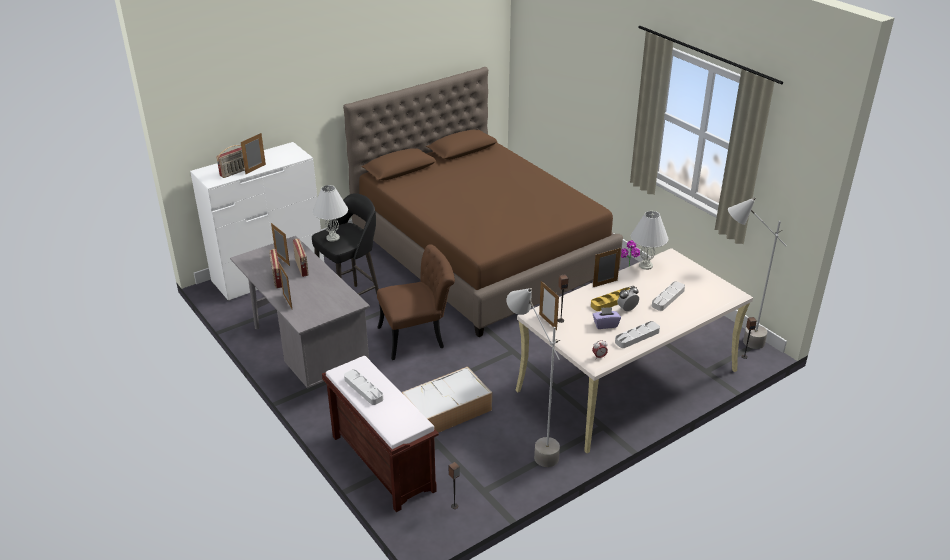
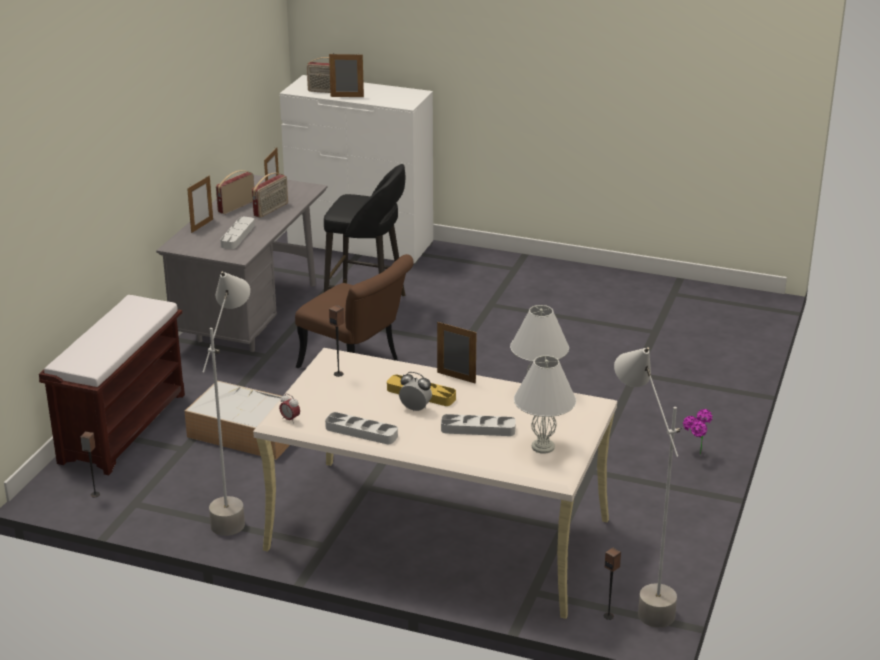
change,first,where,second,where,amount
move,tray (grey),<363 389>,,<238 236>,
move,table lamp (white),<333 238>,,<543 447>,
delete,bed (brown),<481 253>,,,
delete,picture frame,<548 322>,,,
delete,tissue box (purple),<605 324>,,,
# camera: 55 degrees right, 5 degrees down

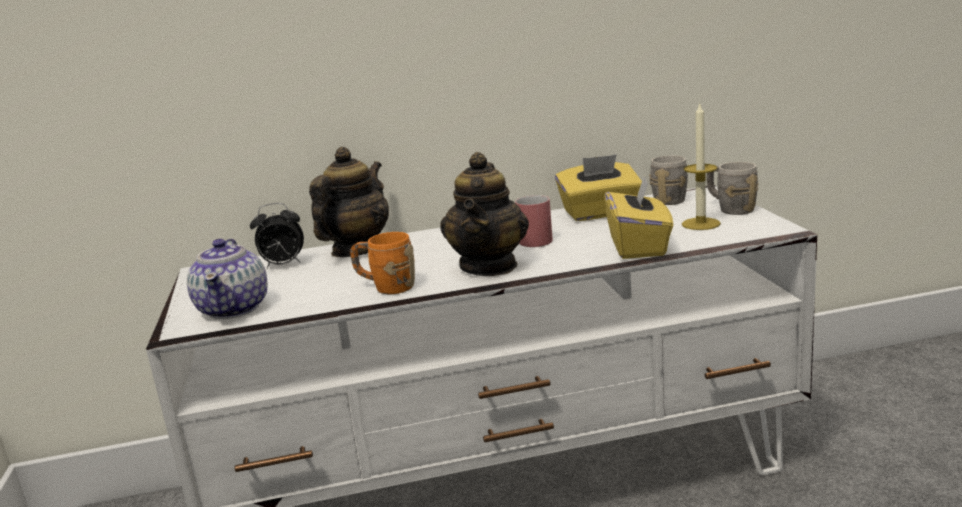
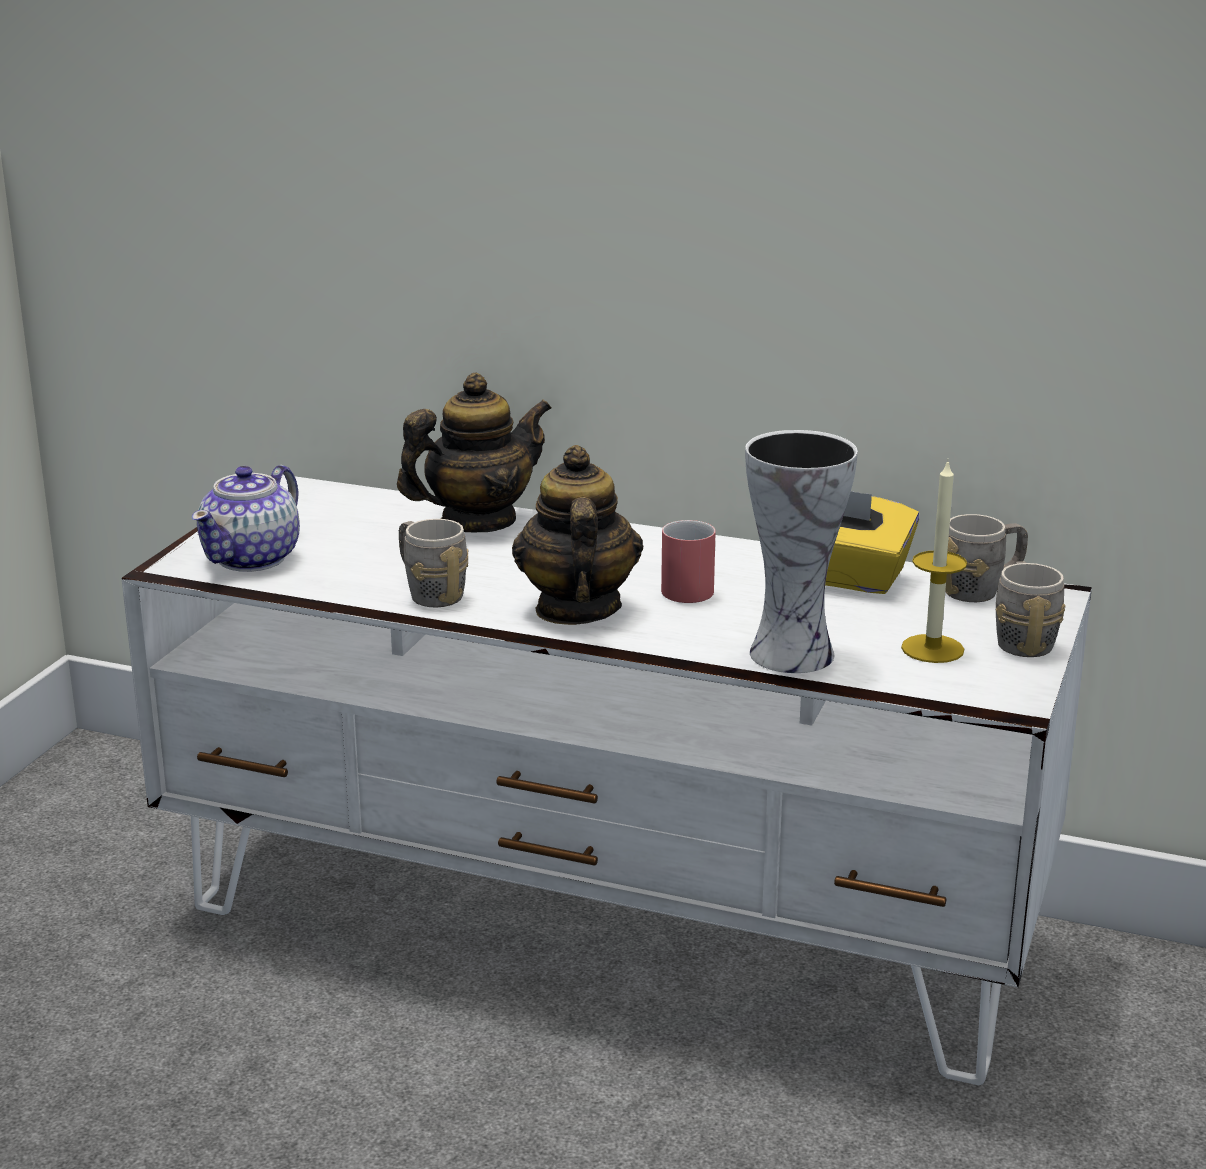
change,first,where,second,where,amount
recolor,mug (orange),<386 287>,mug (grey),<429 593>,
rotate,teapot,<489 266>,,<576 609>,135 degrees clockwise
replace,tissue box (yellow),<639 246>,vase,<790 652>,
delete,alarm clock,<283 265>,,,
# camera: 30 degrees right, 5 degrees up

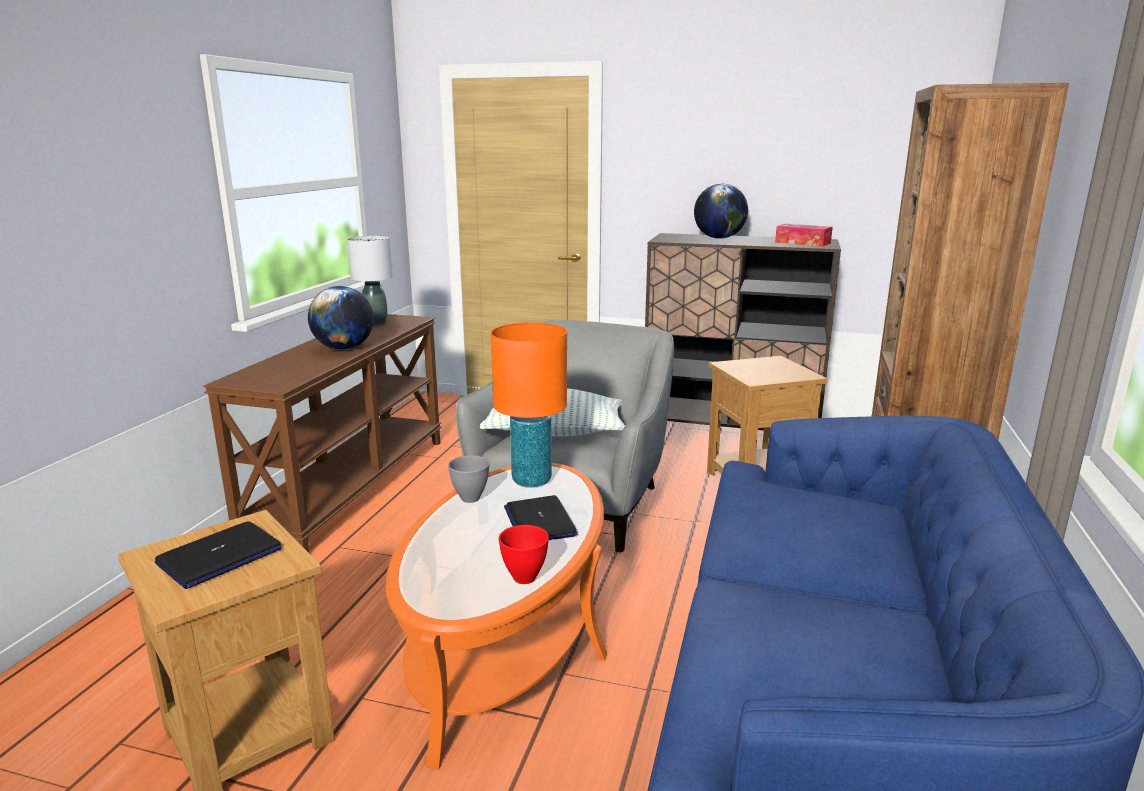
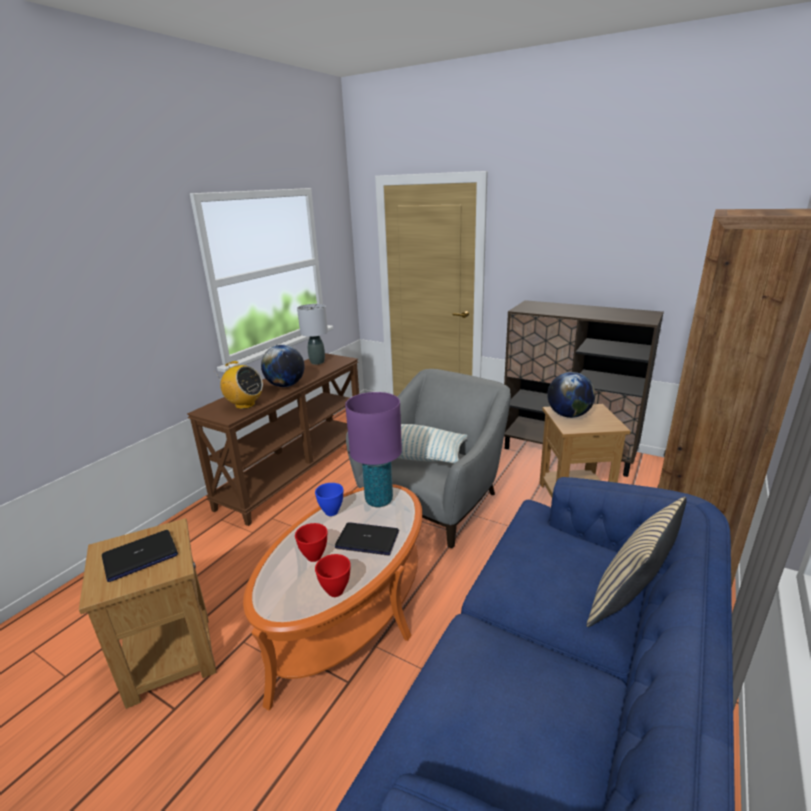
change,first,where,second,where,amount
insert,,,radio,<244 405>,
insert,,,bowl (red),<313 557>,
recolor,bowl (grey),<470 498>,bowl (blue),<331 512>,
rotate,laptop,<539 521>,,<368 539>,105 degrees clockwise
recolor,table lamp (orange),<531 480>,table lamp (purple),<379 500>,
move,globe,<719 238>,,<568 415>,
insert,,,pillow (beige),<629 601>,
delete,tissue box,<802 243>,,,
# camera: 15 degrees right, 5 degrees up

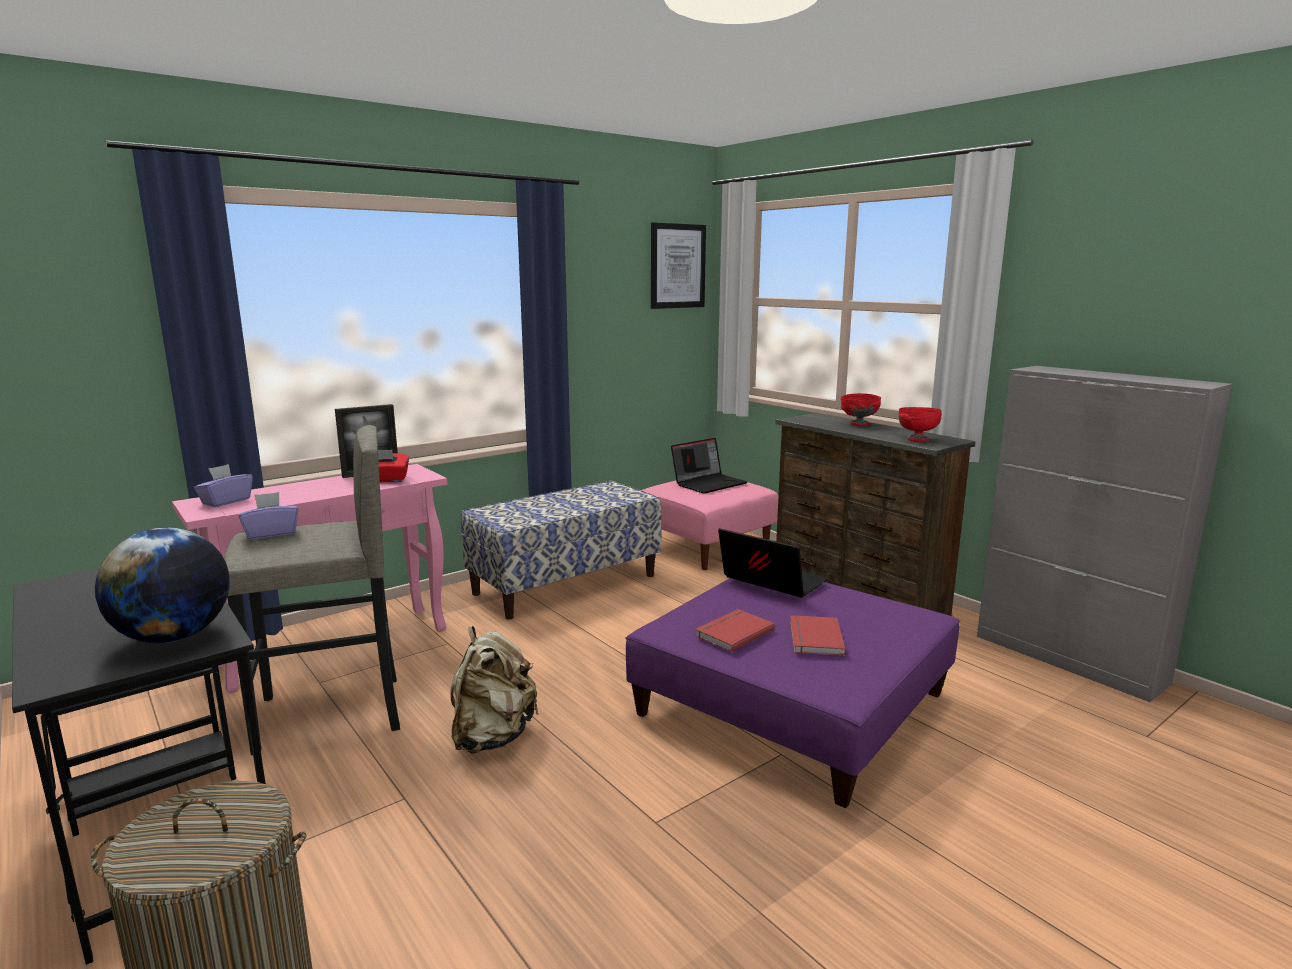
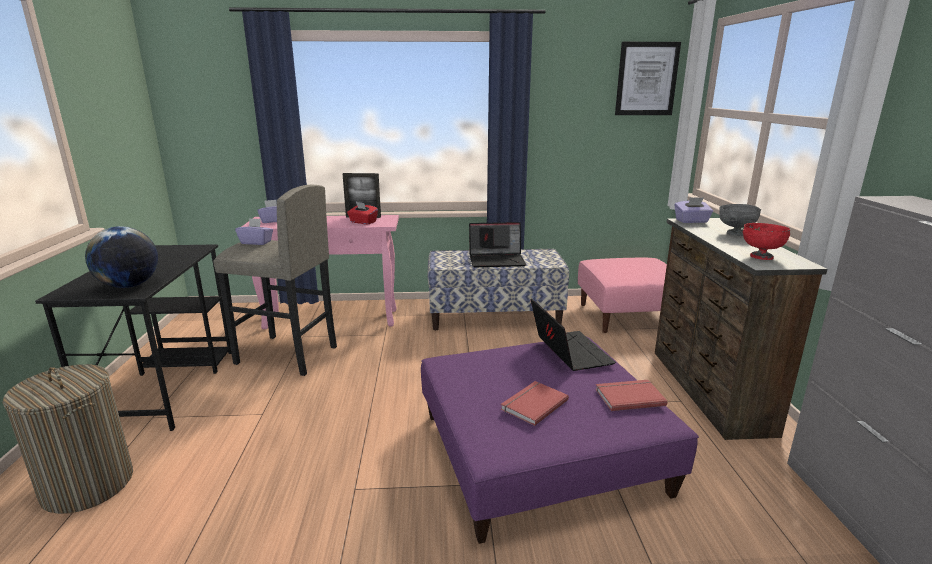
change,first,where,second,where,amount
move,laptop,<709 483>,,<497 260>,
move,book (red),<732 632>,,<628 396>,
insert,,,tissue box (purple),<691 221>,
recolor,bowl (red),<859 424>,bowl (grey),<735 233>,
delete,backpack (beige),<493 737>,,,
# camera: 35 degrees right, 5 degrees up

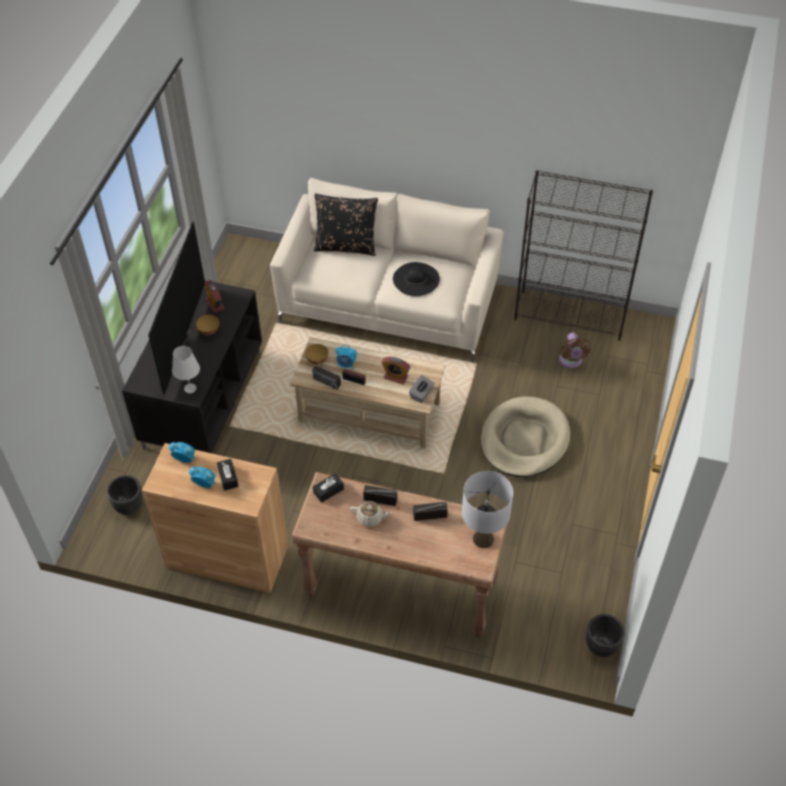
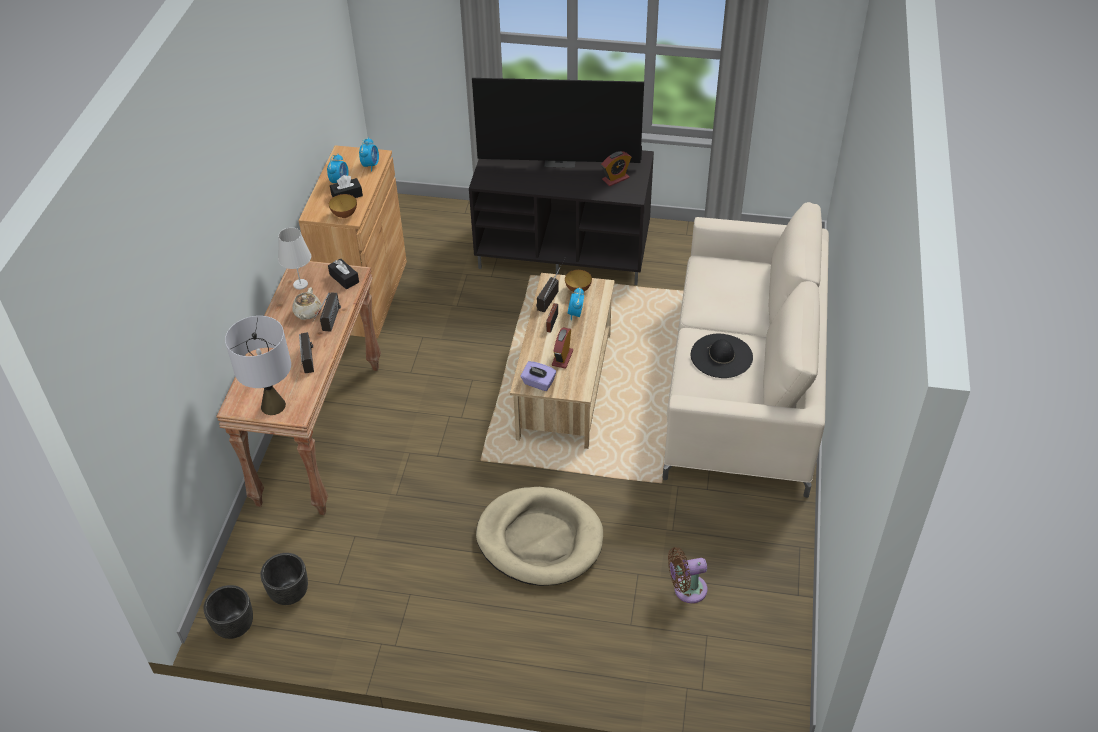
change,first,where,second,where,amount
move,planter (black),<128 506>,,<289 593>,
move,table lamp (white),<190 388>,,<300 284>,
move,bowl,<209 331>,,<344 215>,
recolor,tissue box (grey),<421 394>,tissue box (purple),<538 383>,
delete,pillow (black),<346 246>,,,
delete,bookcase (black),<571 315>,,,
# camera: 85 degrees right, 5 degrees down

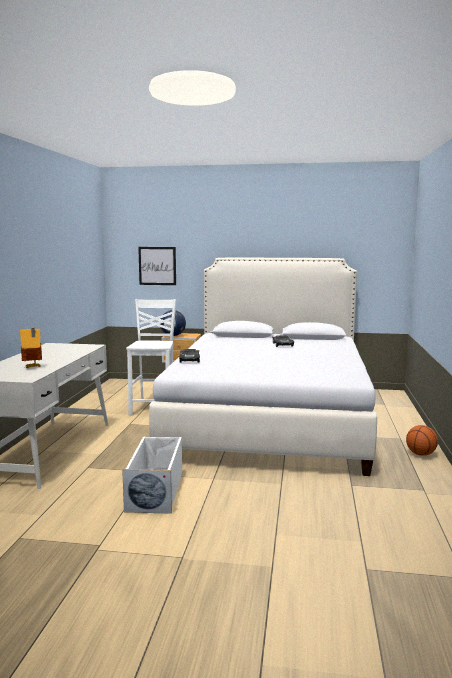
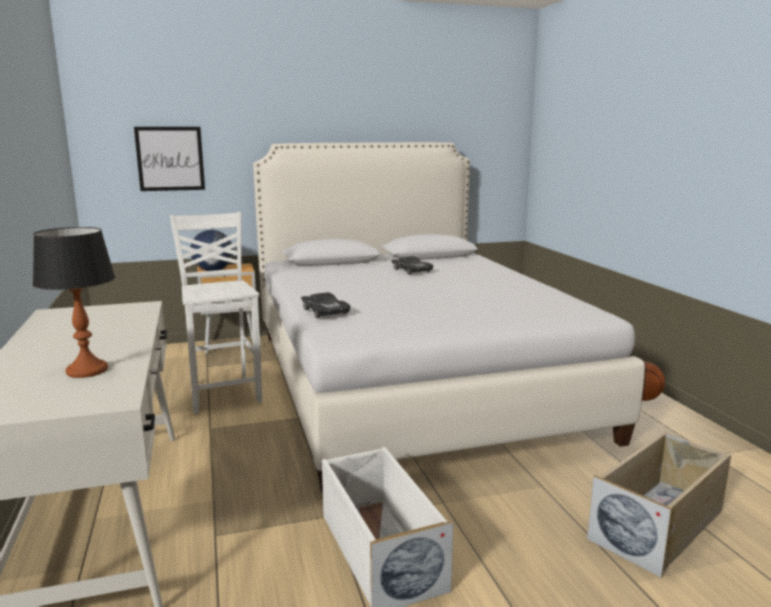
change,first,where,second,where,amount
replace,toy house,<33 367>,table lamp,<87 370>,
insert,,,storage box (beige),<658 525>,
# camera: 25 degrees left, 5 degrees up

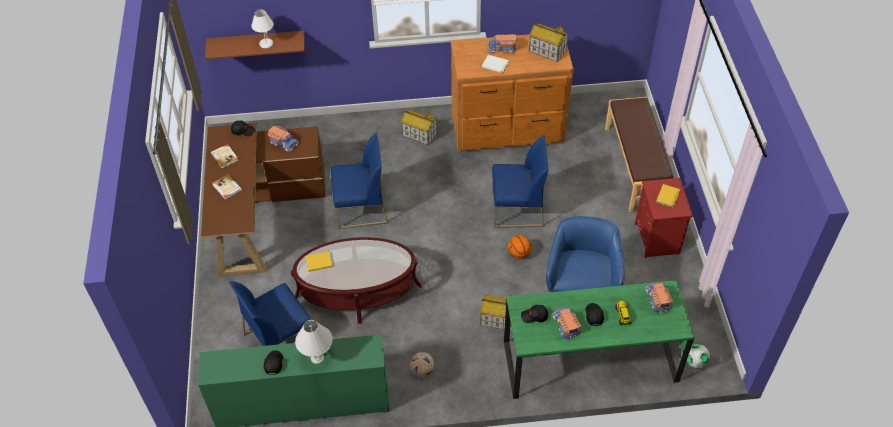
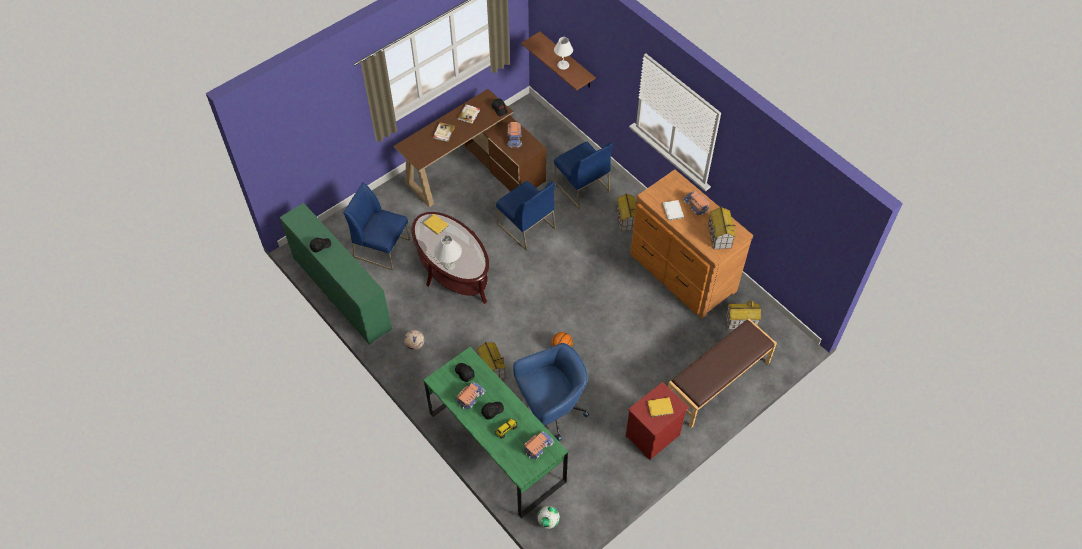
change,first,where,second,where,amount
move,table lamp (white),<317 358>,,<449 265>,
move,chair (blue),<517 209>,,<581 186>,
insert,,,toy house,<741 322>,
# camera: 55 degrees right, 5 degrees up

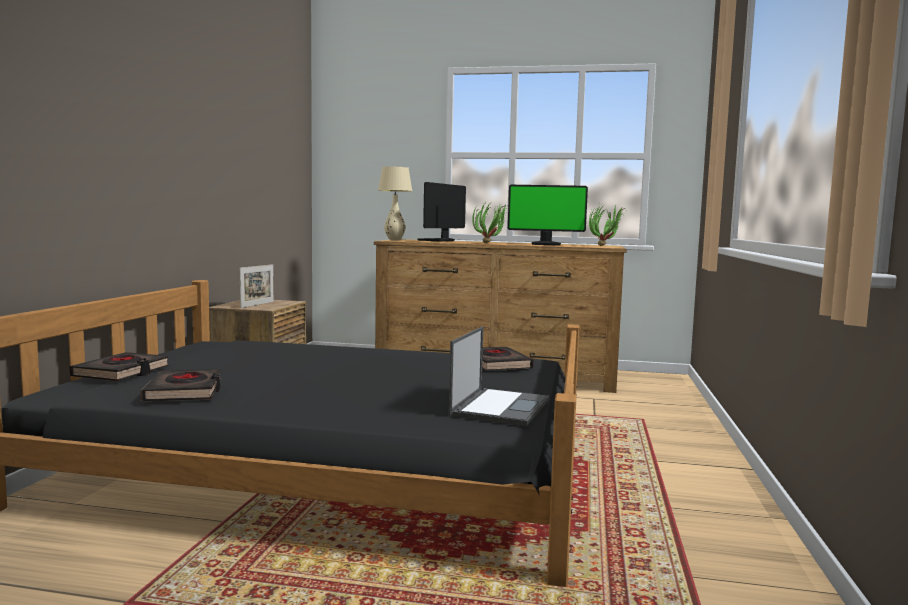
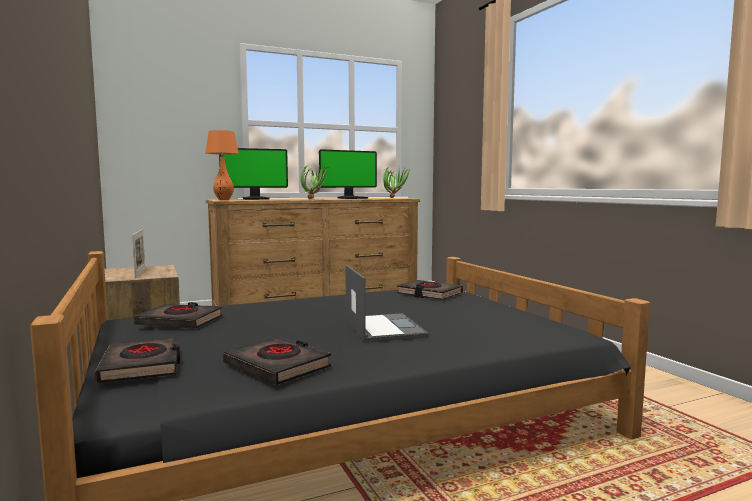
change,first,where,second,where,amount
insert,,,book (black),<180 321>,
recolor,table lamp (beige),<394 240>,table lamp (orange),<224 200>,
rotate,monitor,<437 240>,,<256 199>,105 degrees counterclockwise
move,laptop,<500 407>,,<383 328>,
# camera: 35 degrees left, 0 degrees up

